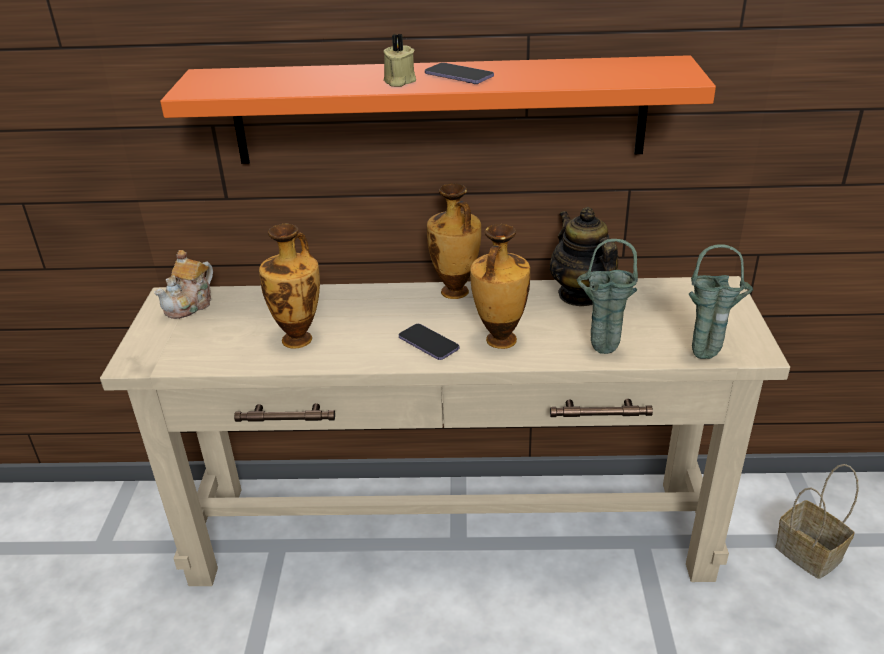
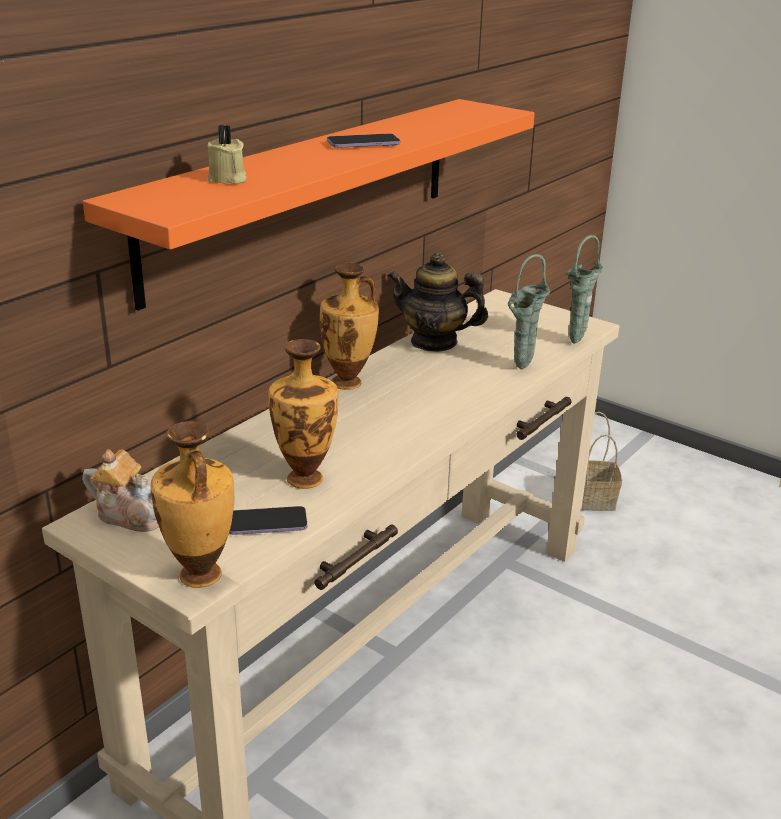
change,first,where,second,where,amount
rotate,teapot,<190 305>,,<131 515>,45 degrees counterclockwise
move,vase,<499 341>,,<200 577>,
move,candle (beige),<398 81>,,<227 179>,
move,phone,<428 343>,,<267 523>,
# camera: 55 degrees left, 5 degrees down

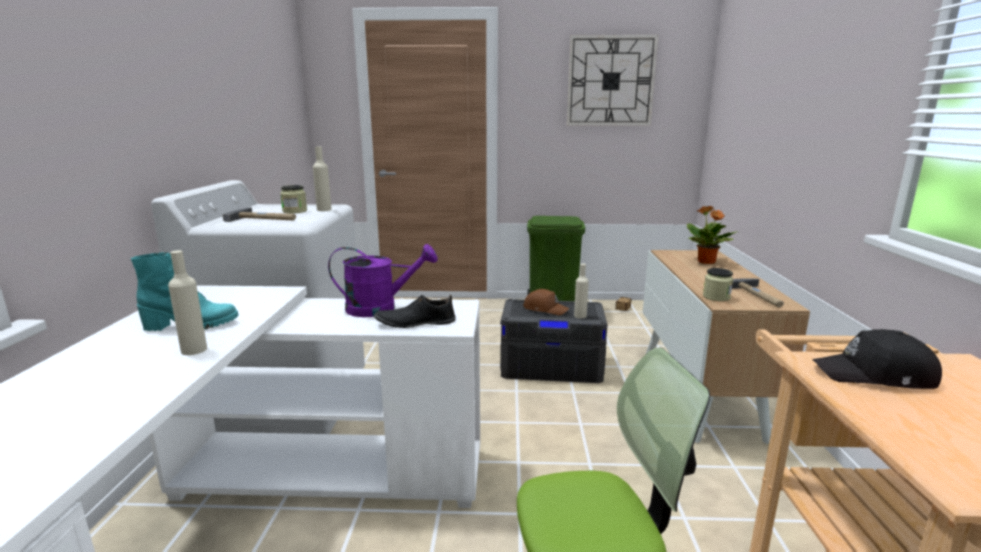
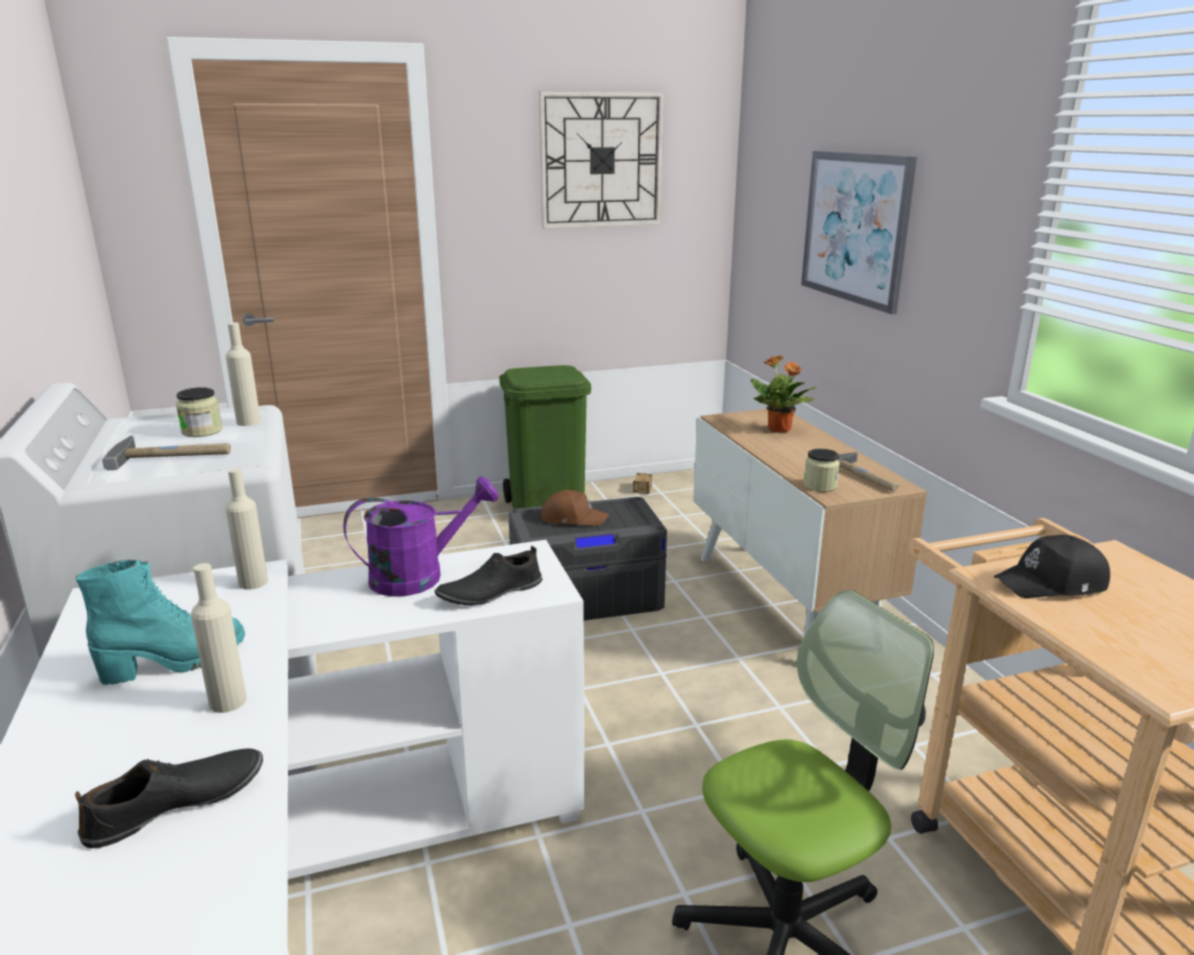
change,first,where,second,where,amount
insert,,,shoe (black),<177 805>,
move,bottle (beige),<580 316>,,<253 582>,
insert,,,picture,<855 228>,
# camera: 20 degrees left, 5 degrees up

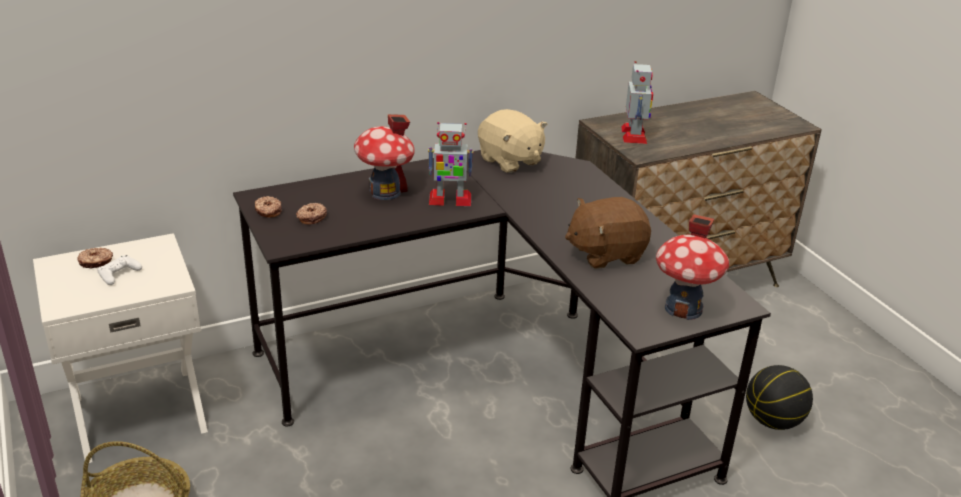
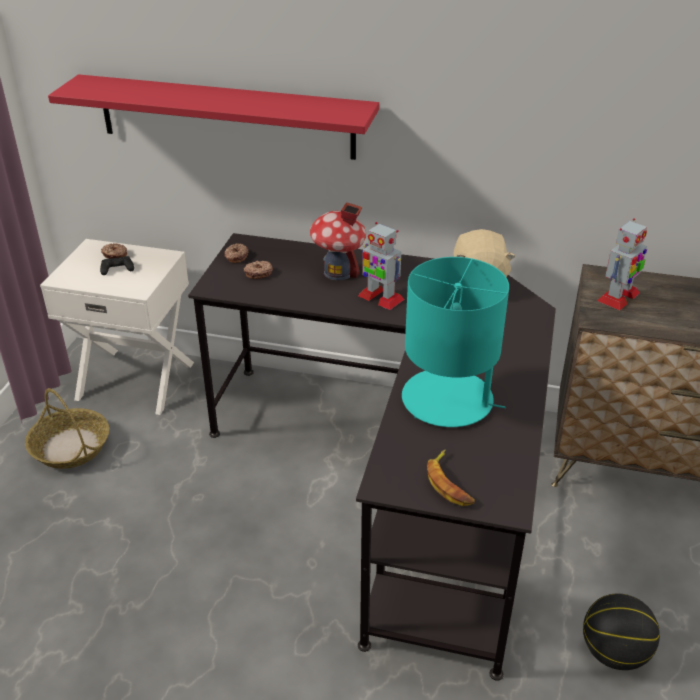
change,first,where,second,where,amount
insert,,,shelf (red),<226 117>,
recolor,game controller (white),<119 274>,game controller (black),<117 269>,
replace,plush toy (brown),<605 253>,table lamp (turquoise),<448 400>,
replace,toy house,<683 308>,banana,<449 483>,
# camera: 40 degrees right, 5 degrees up

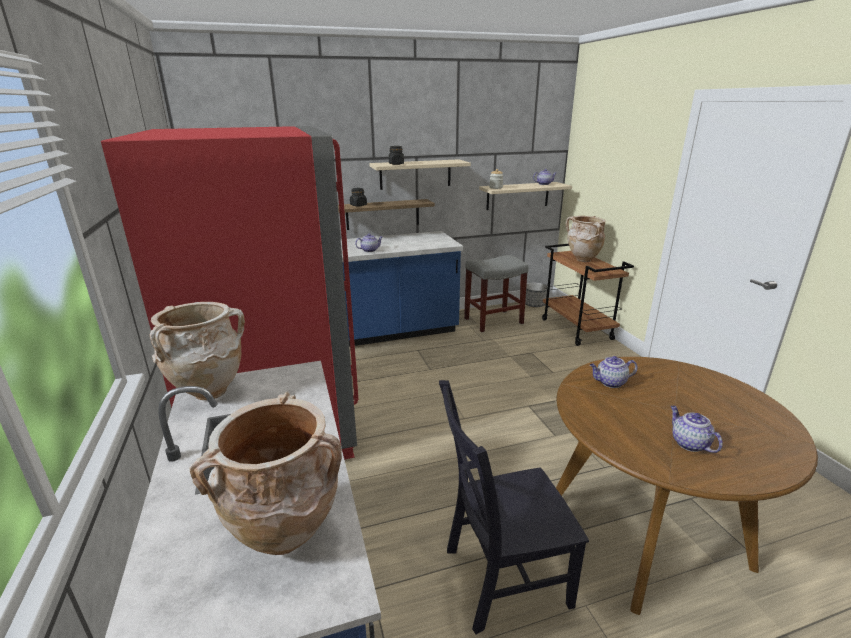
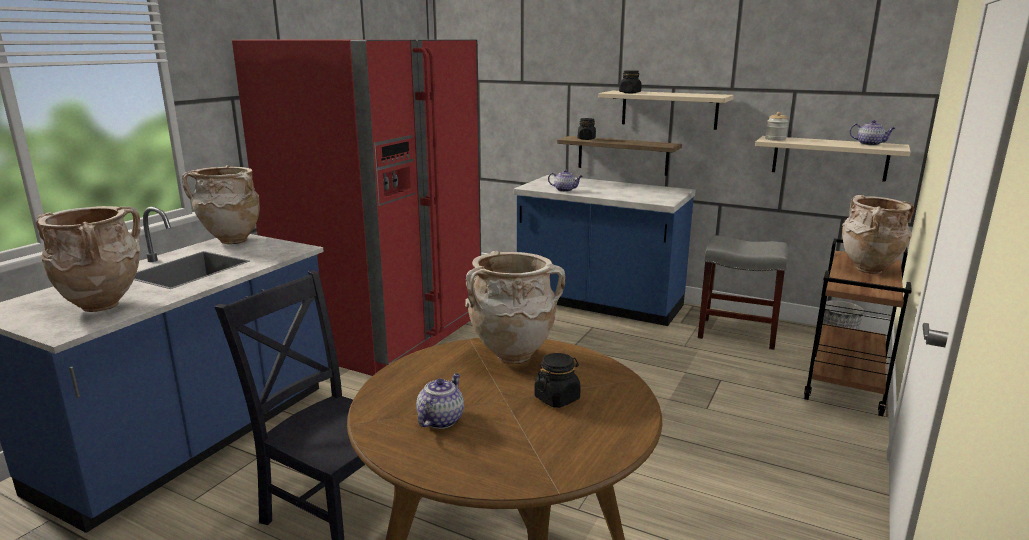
change,first,where,second,where,amount
replace,teapot,<610 383>,vase (beige),<511 357>,
insert,,,jar (black),<557 398>,
# camera: 45 degrees right, 5 degrees down

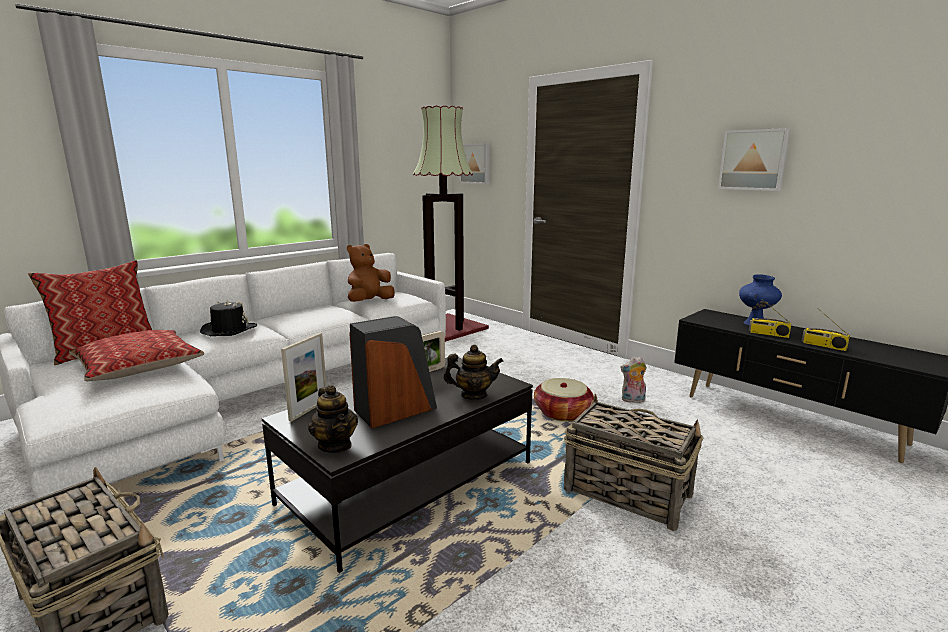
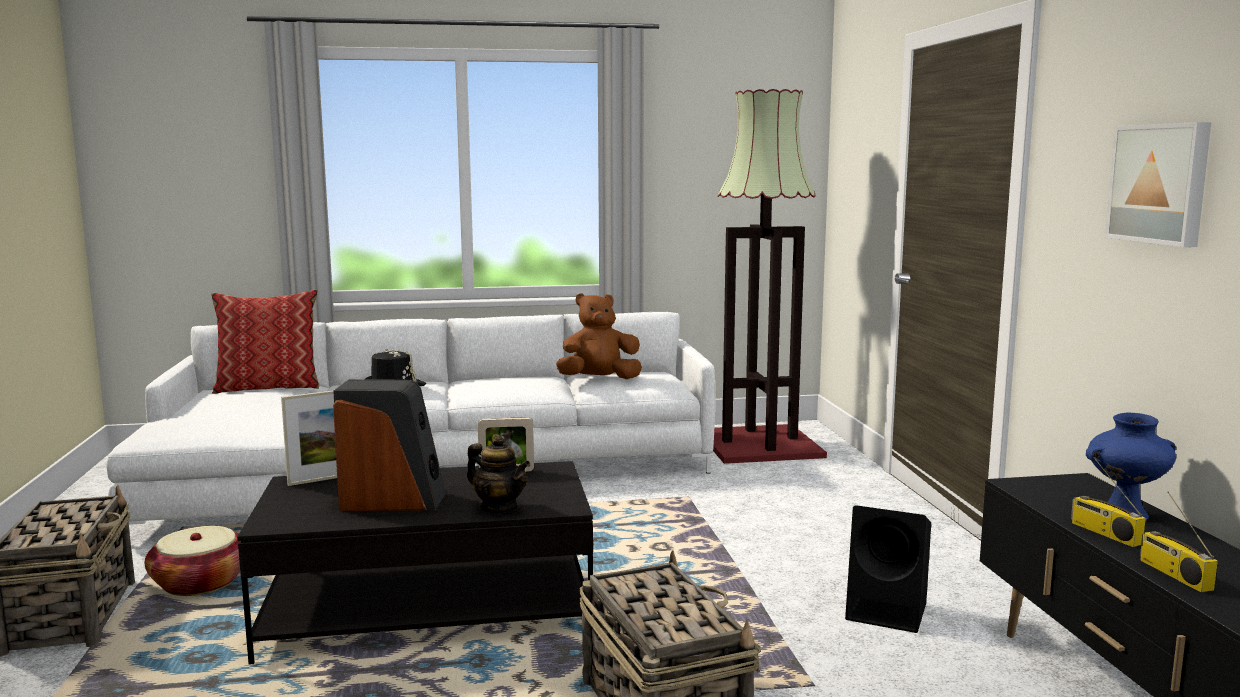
change,first,where,second,where,amount
move,basket,<562 413>,,<200 583>,
replace,plush toy,<632 400>,speaker (black),<889 611>,
delete,pillow,<138 367>,,,
delete,teapot,<335 445>,,,
delete,picture,<475 163>,,,
# camera: 35 degrees right, 5 degrees down

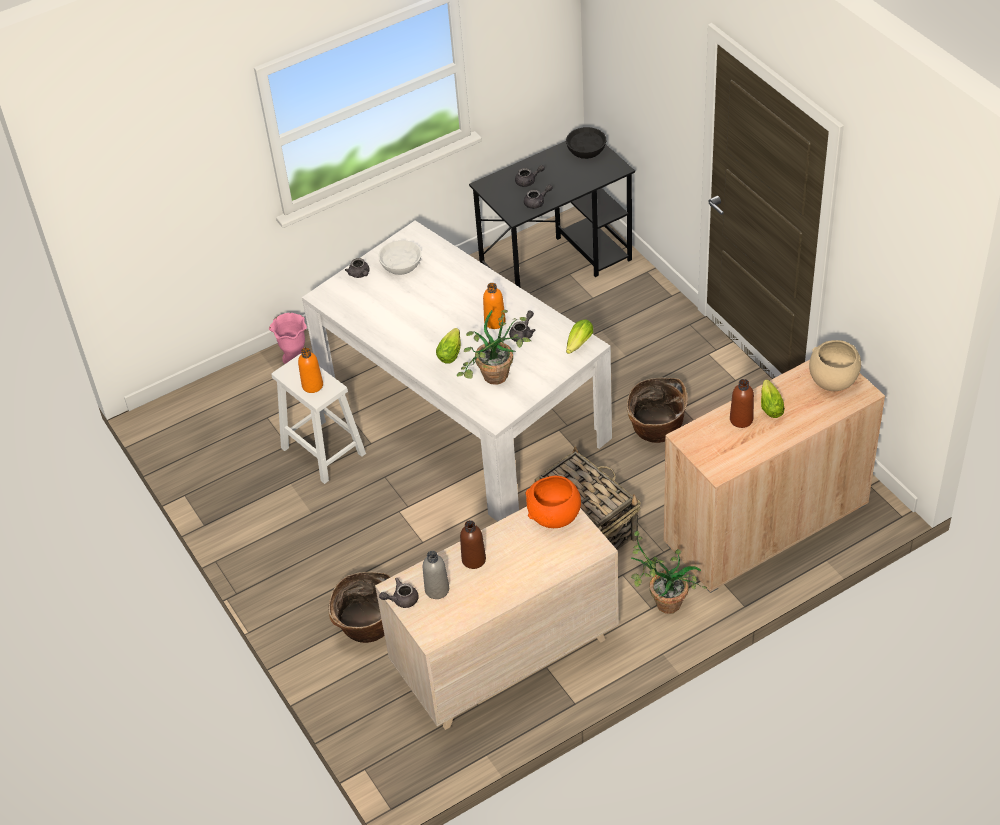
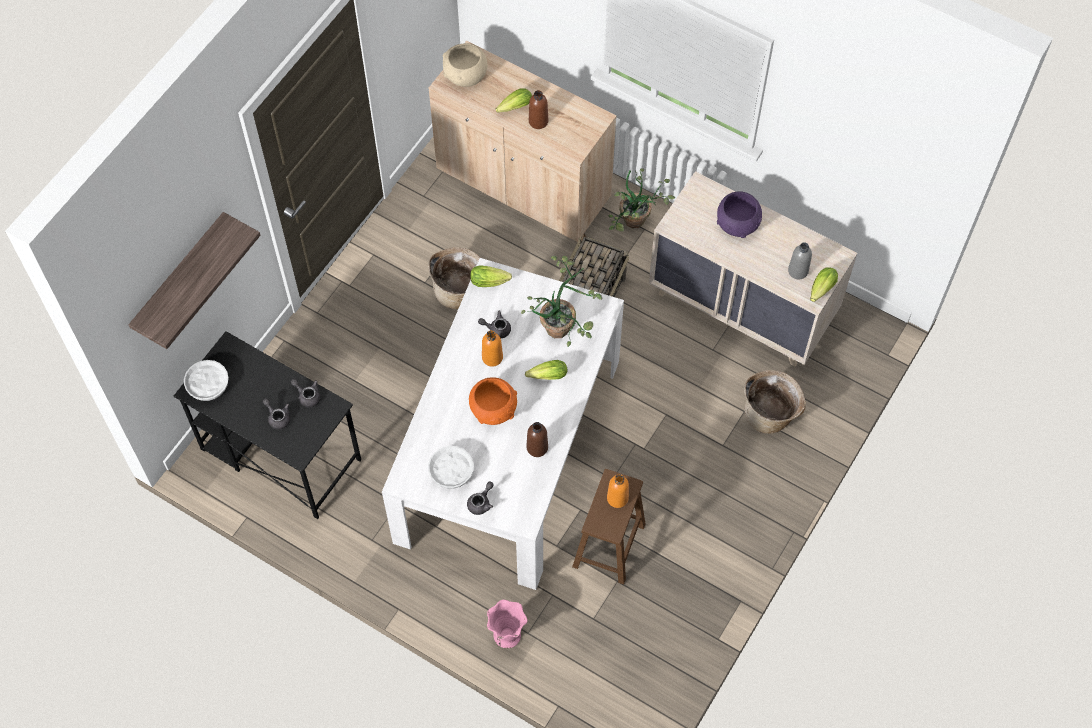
change,first,where,second,where,amount
insert,,,shelf,<180 278>,
recolor,bowl (black),<586 150>,bowl (white),<209 385>,
move,bowl (orange),<554 517>,,<494 410>,
move,bottle (brown),<473 559>,,<537 447>,
recolor,stool (white),<322 450>,stool (brown),<608 547>,
insert,,,bowl (purple),<738 225>,
replace,teapot (grey),<401 599>,lettuce,<820 290>,
# camera: 120 degrees left, 15 degrees up

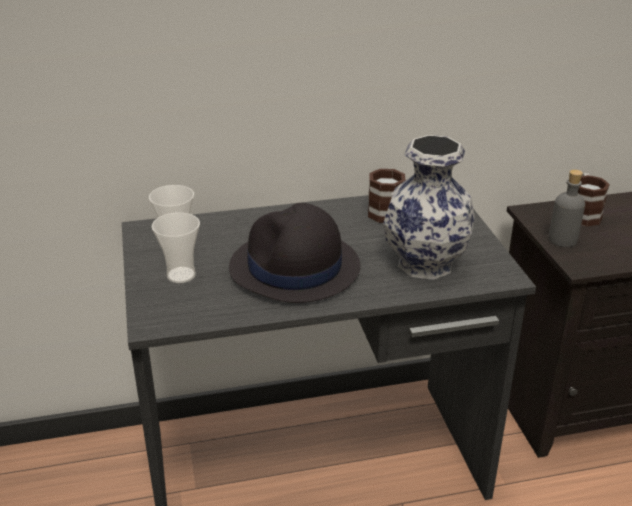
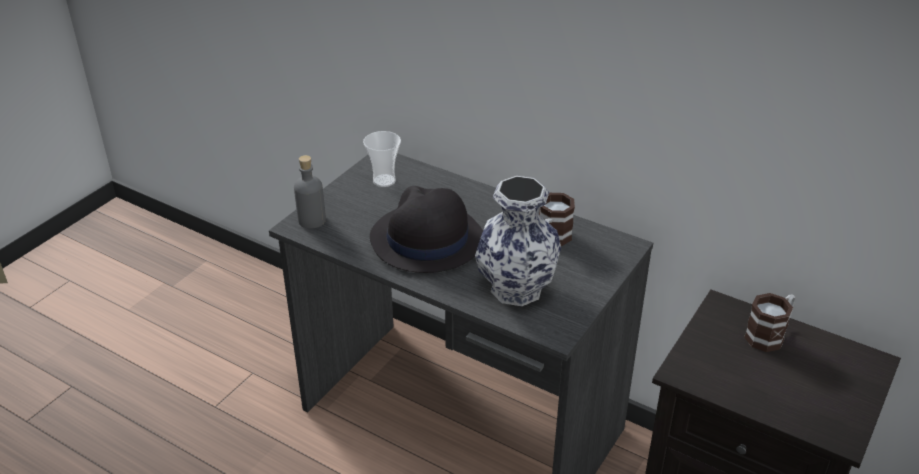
change,first,where,second,where,amount
move,bottle (grey),<562 240>,,<312 220>,
delete,cup,<181 275>,,,
# camera: 45 degrees right, 5 degrees up

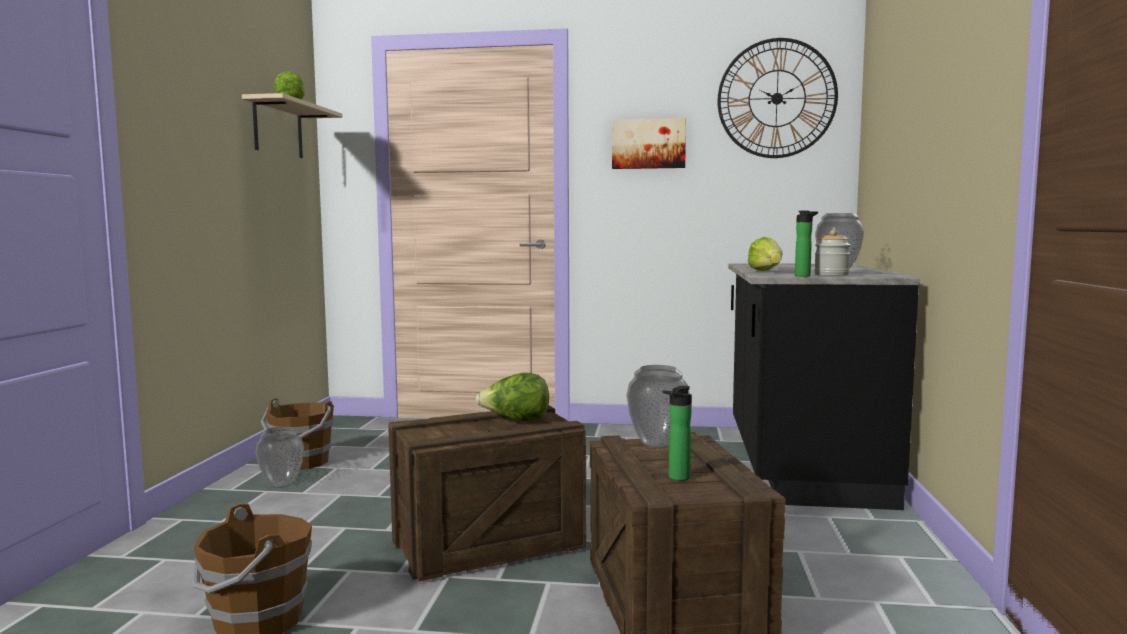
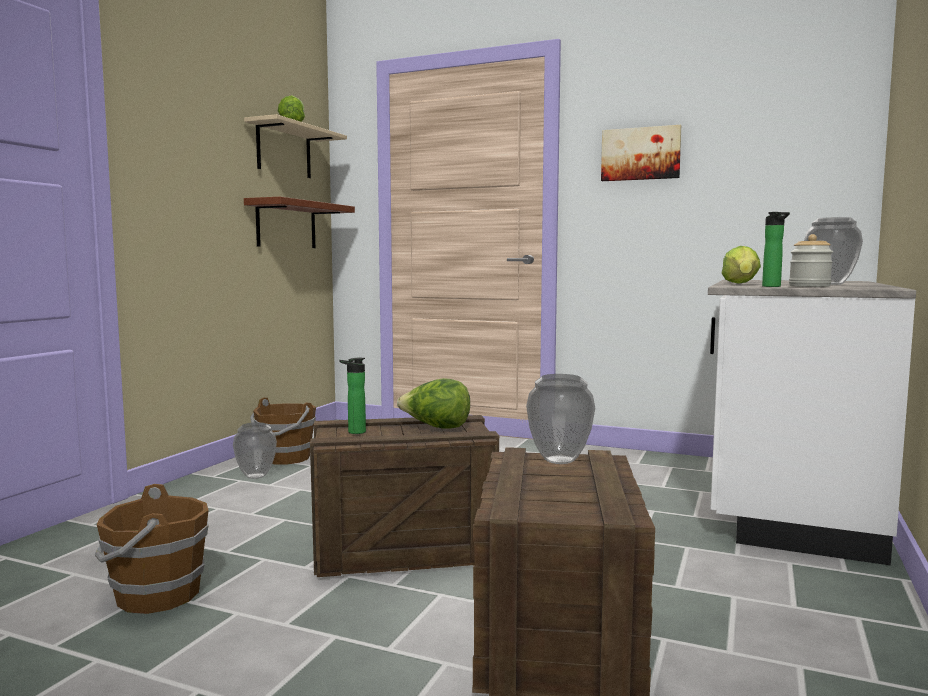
change,first,where,second,where,amount
insert,,,shelf (brown),<286 225>,
move,bottle,<676 478>,,<354 432>,
recolor,counter (black),<801 466>,counter (white),<786 504>,
delete,wall clock,<776 98>,,,
# camera: 15 degrees right, 0 degrees up

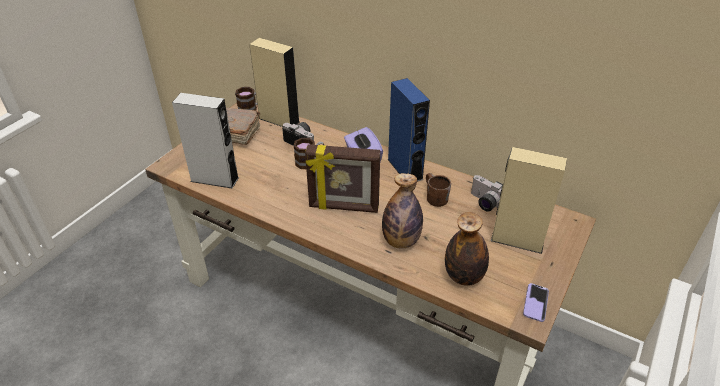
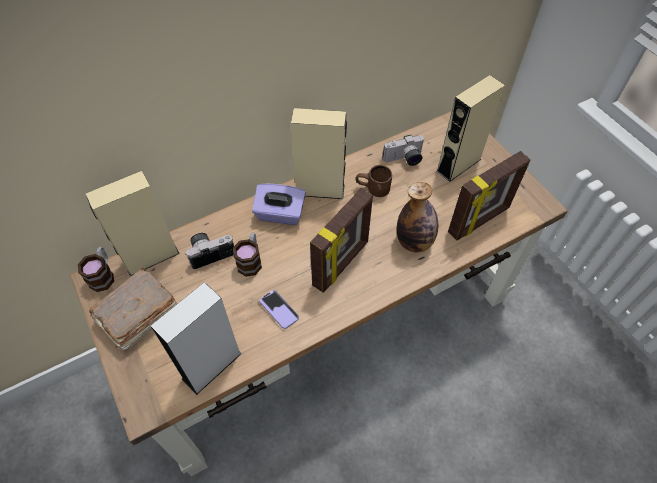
change,first,where,second,where,amount
move,phone,<535 303>,,<279 309>,
recolor,speaker (blue),<405 169>,speaker (beige),<320 190>,
replace,bottle,<464 276>,picture frame,<479 221>,
# camera: 60 degrees left, 15 degrees up

